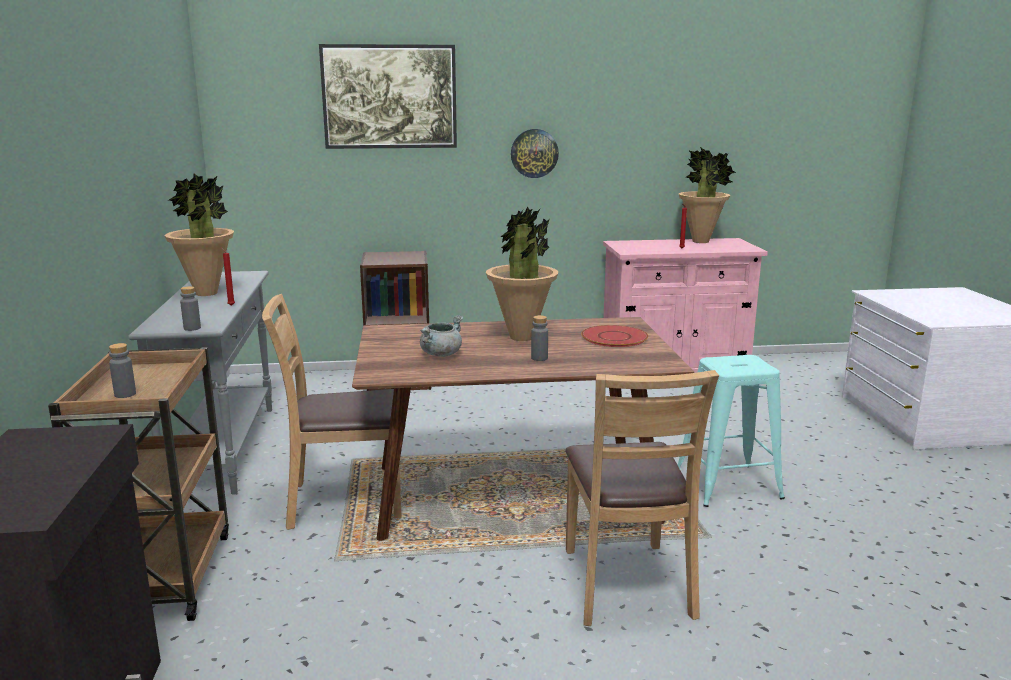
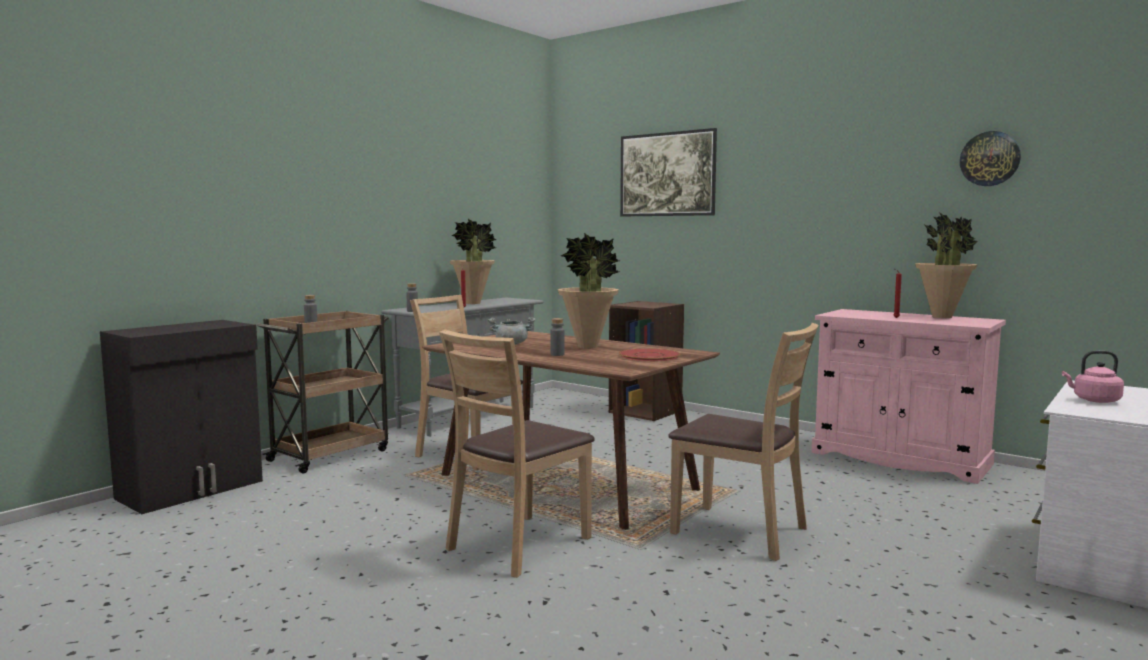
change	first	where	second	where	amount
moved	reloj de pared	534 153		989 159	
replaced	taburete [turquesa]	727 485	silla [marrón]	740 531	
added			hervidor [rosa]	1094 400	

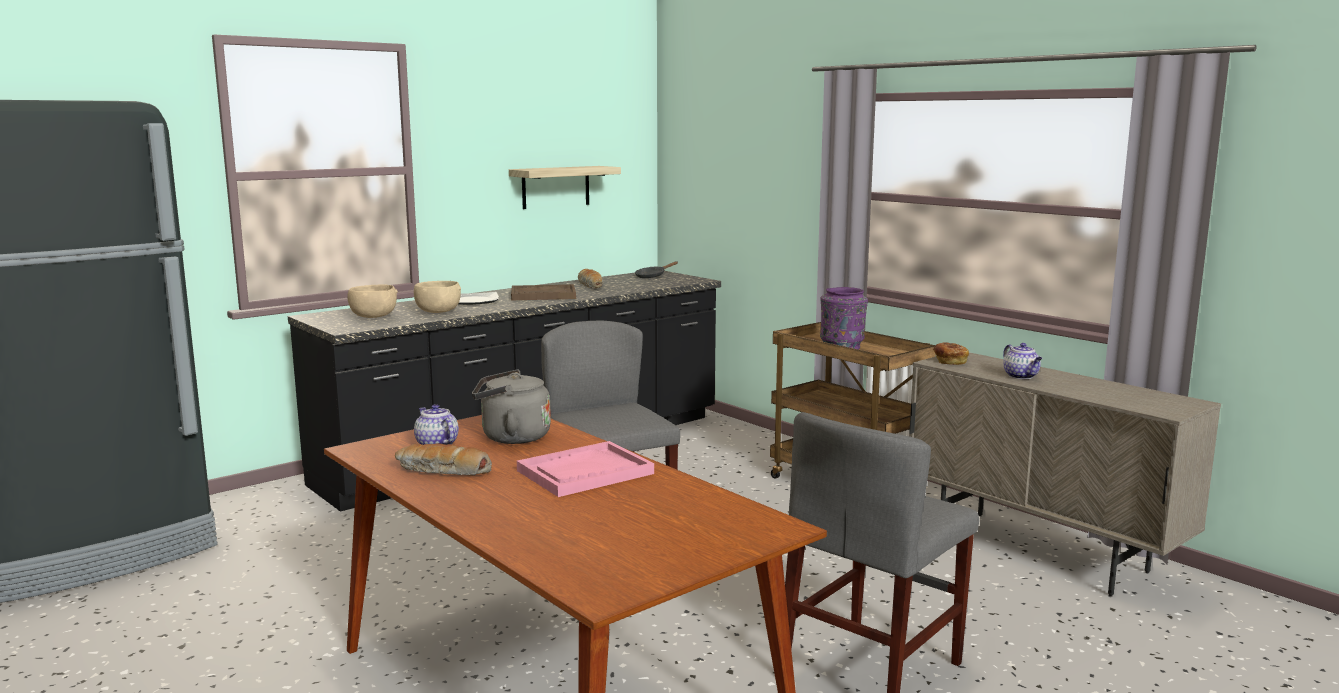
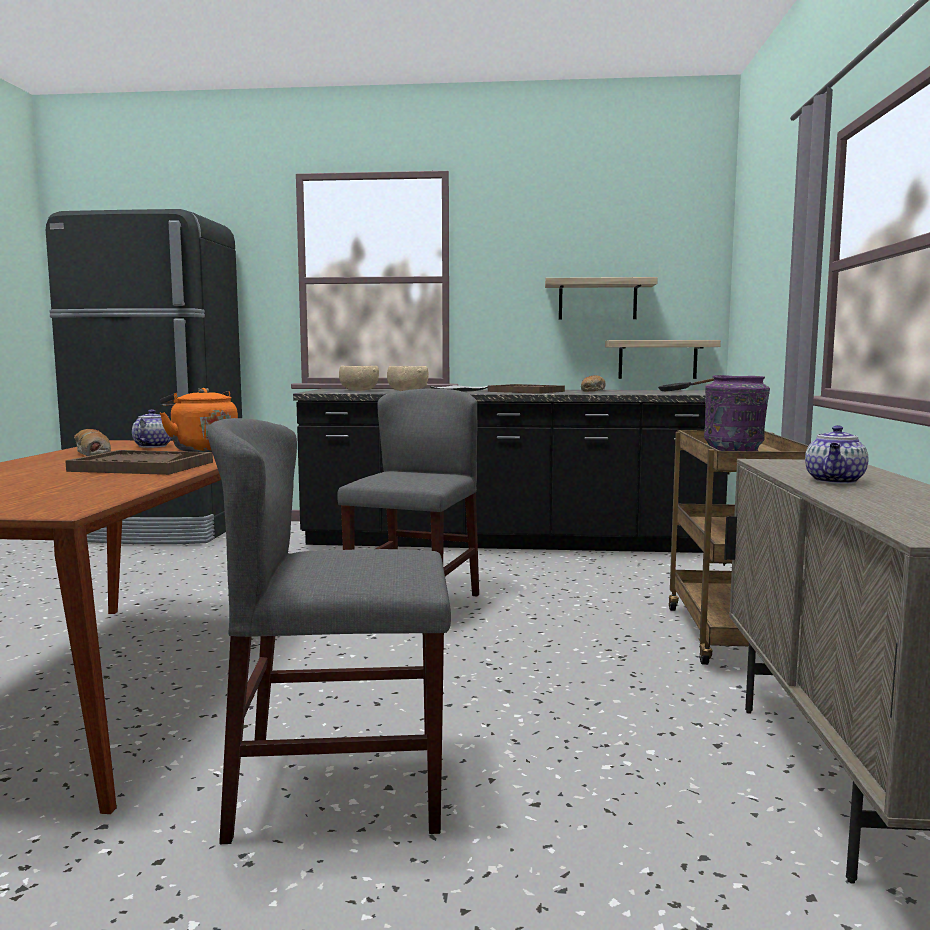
change	first	where	second	where	amount
recoloured	hervidor [gris]	511 437	hervidor [naranja]	202 449	
recoloured	bandeja [rosa]	585 472	bandeja [marrón]	142 467	
removed	pan	949 361			
added			estante	657 359	

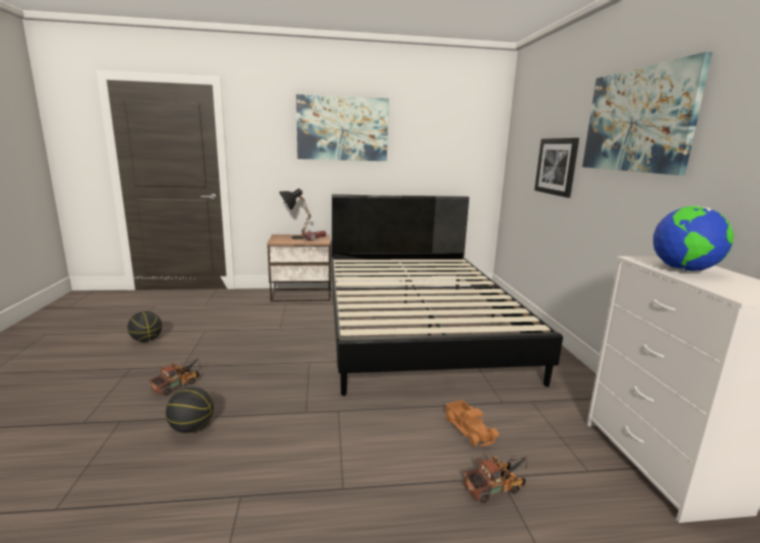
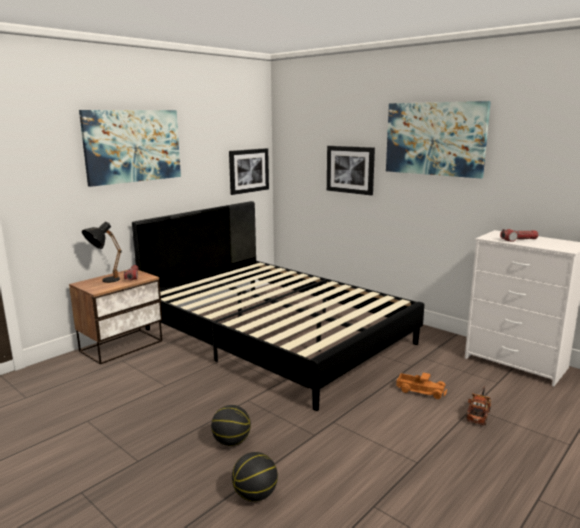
change	first	where	second	where	amount
moved	balón de baloncesto	147 340		231 441	
removed	camión de juguete	179 384			
replaced	globo terráqueo	684 270	linterna	518 240	
added			cuadro	248 170	

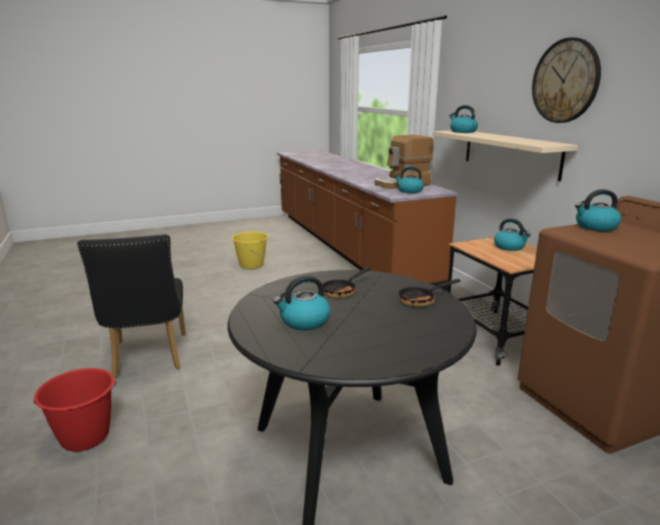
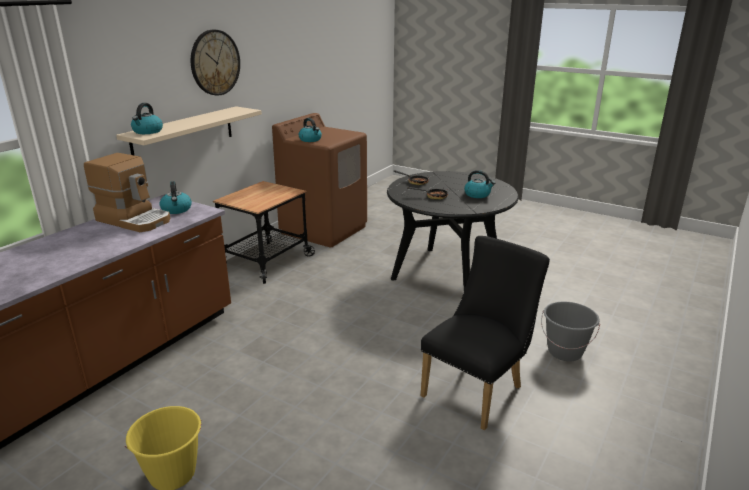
change	first	where	second	where	amount
recoloured	cubo [rojo]	85 437	cubo [gris]	565 352	
removed	hervidor	510 247			

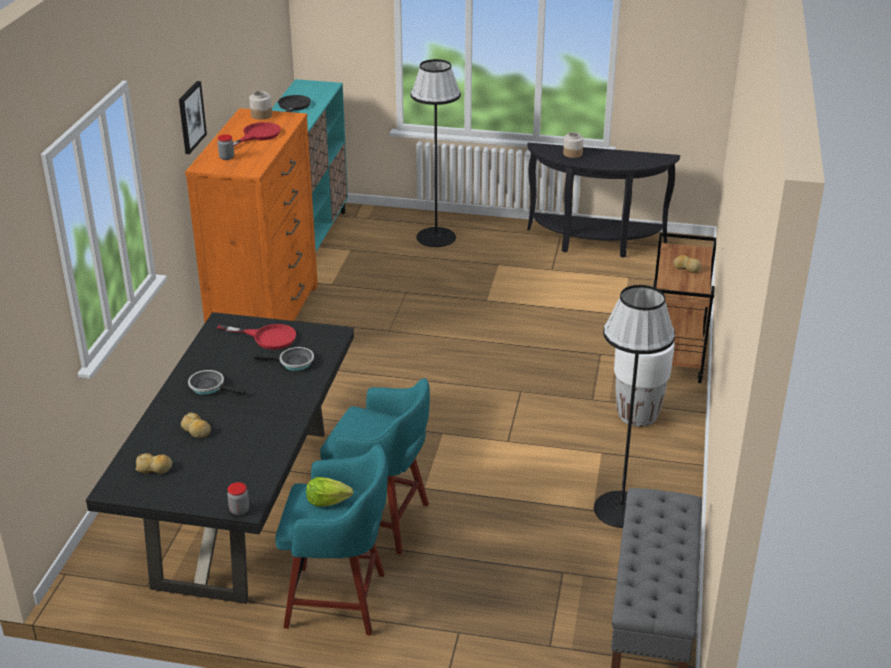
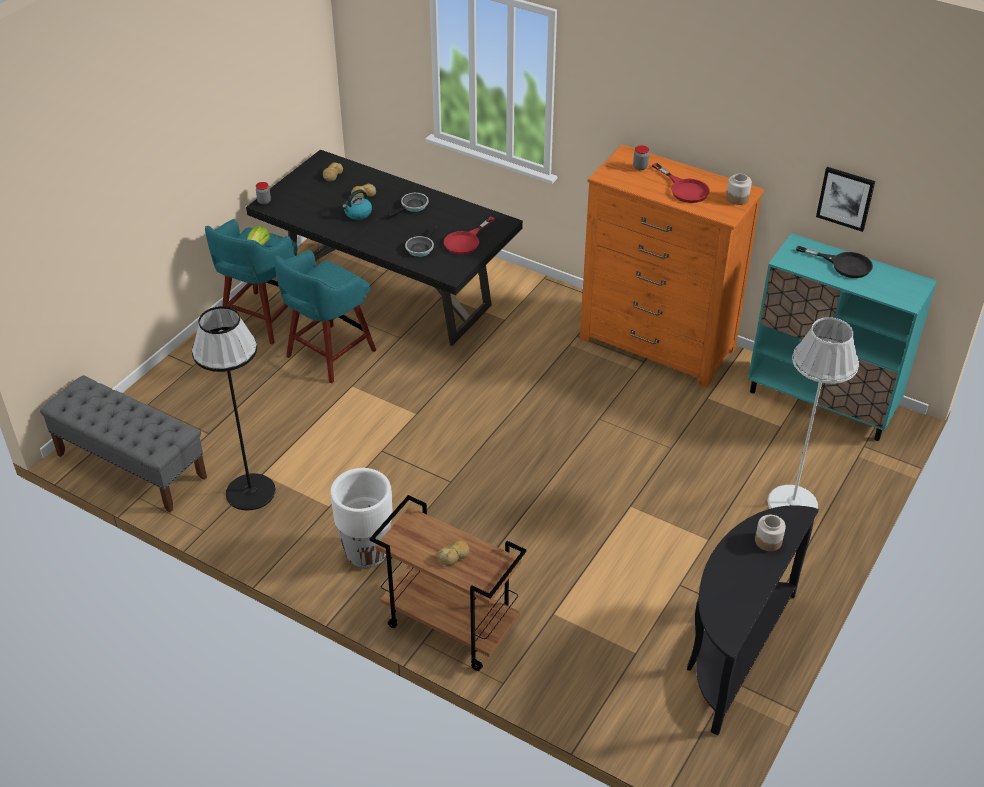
change	first	where	second	where	amount
moved	cuadro	191 117		845 198	
recoloured	lámpara de pie [negro]	436 237	lámpara de pie [blanco]	793 503	
added			hervidor	358 213	

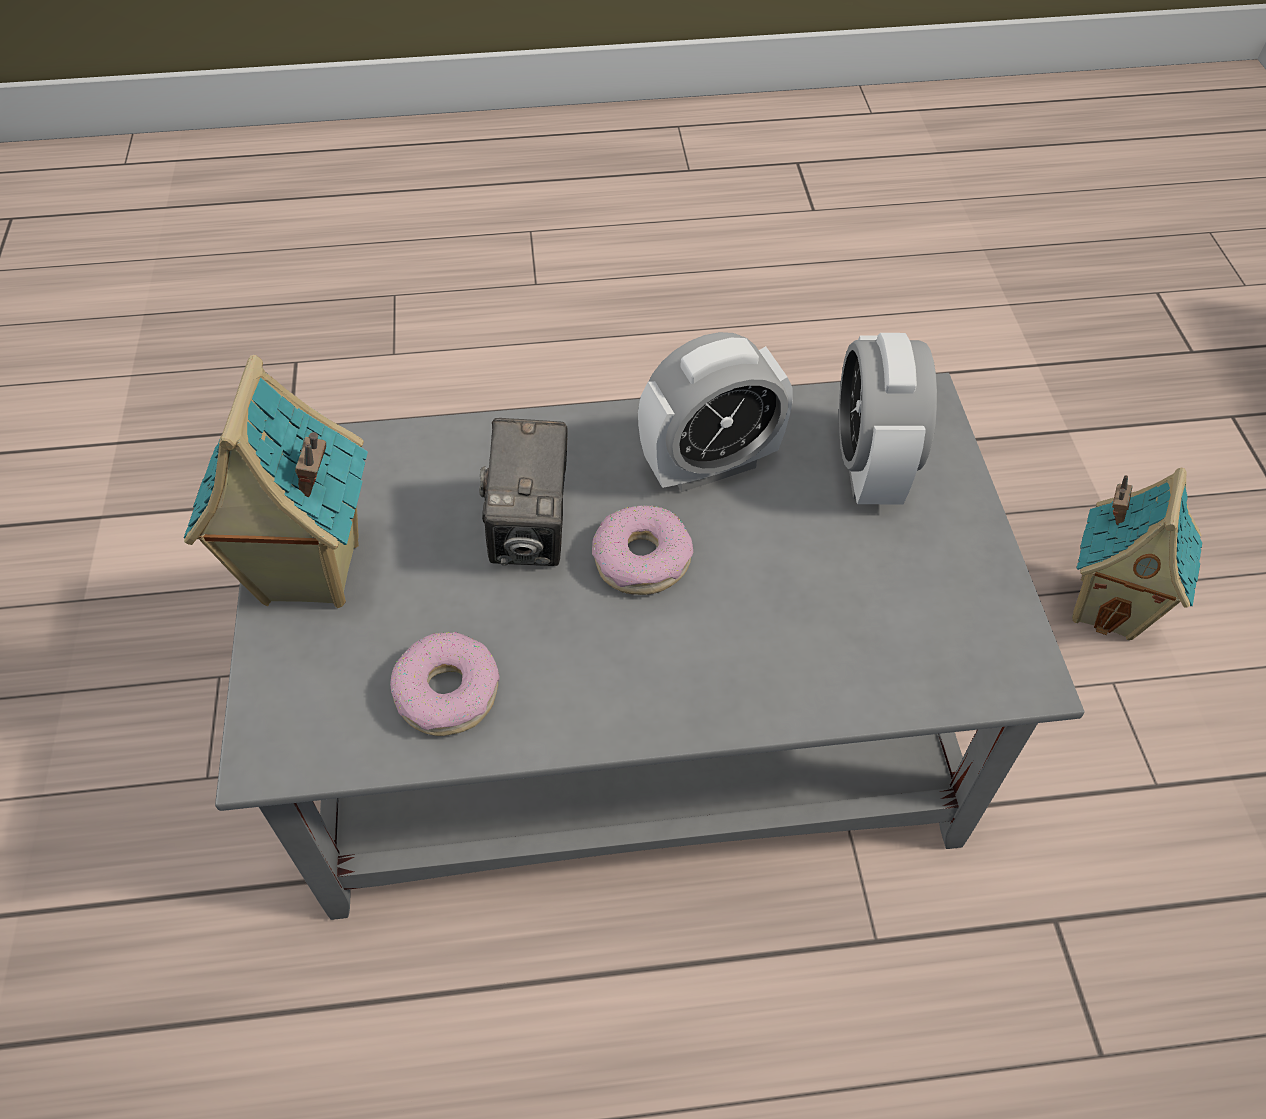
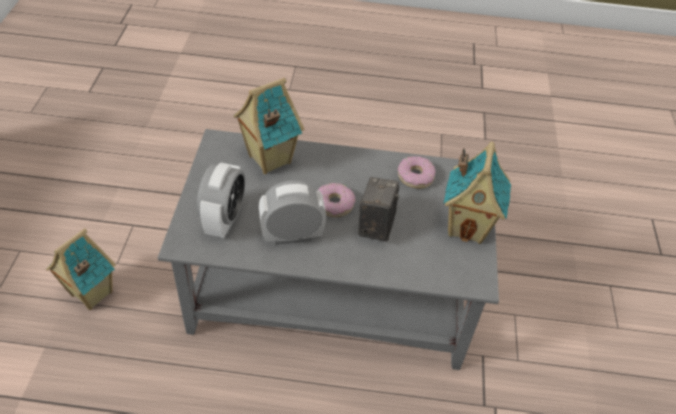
change	first	where	second	where	amount
added			casita	268 159	

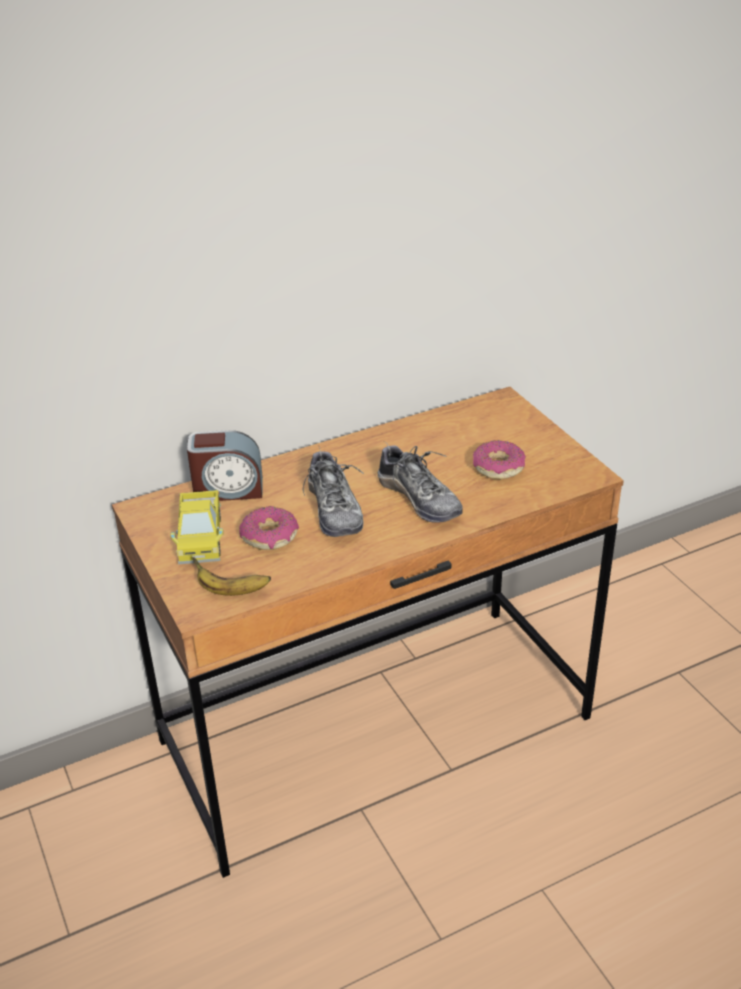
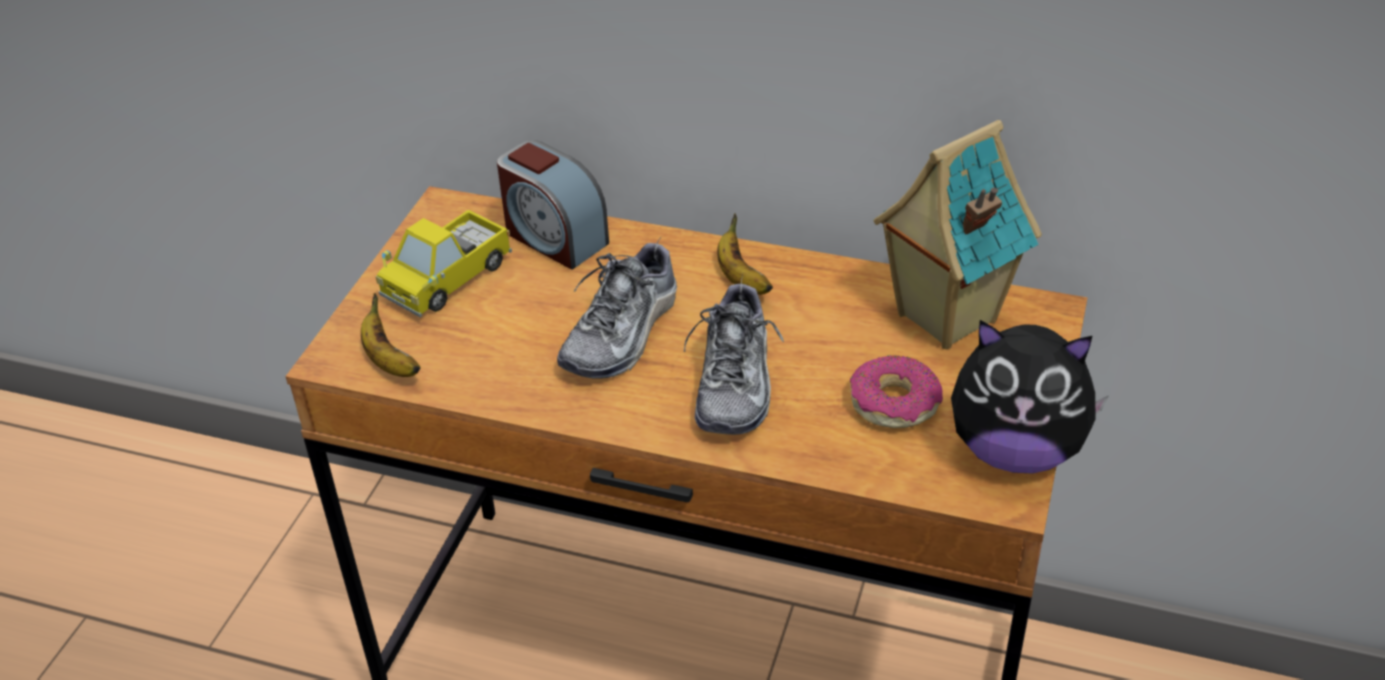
change	first	where	second	where	amount
removed	rosquilla	270 537			
added			plátano	740 278	
added			casita	943 318	
added			peluche	1015 450	

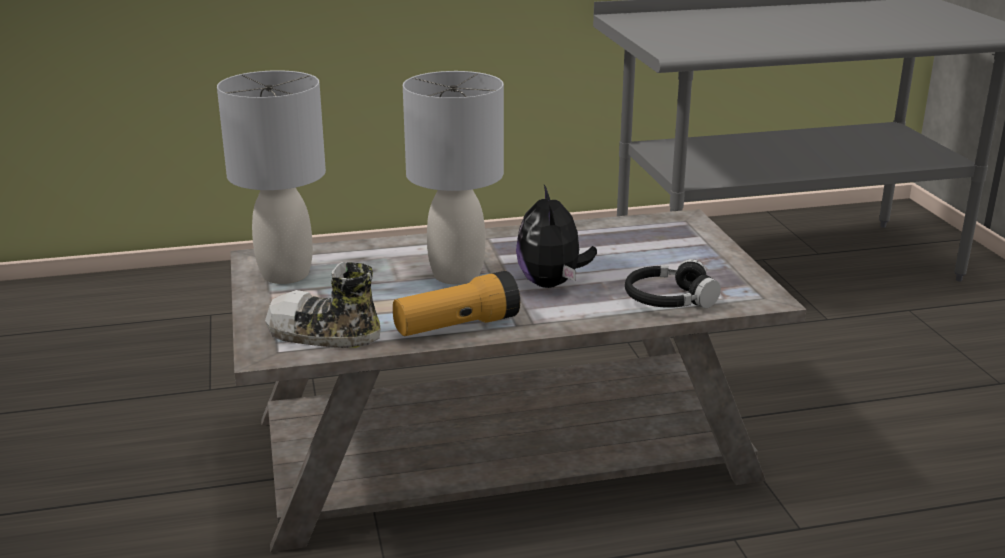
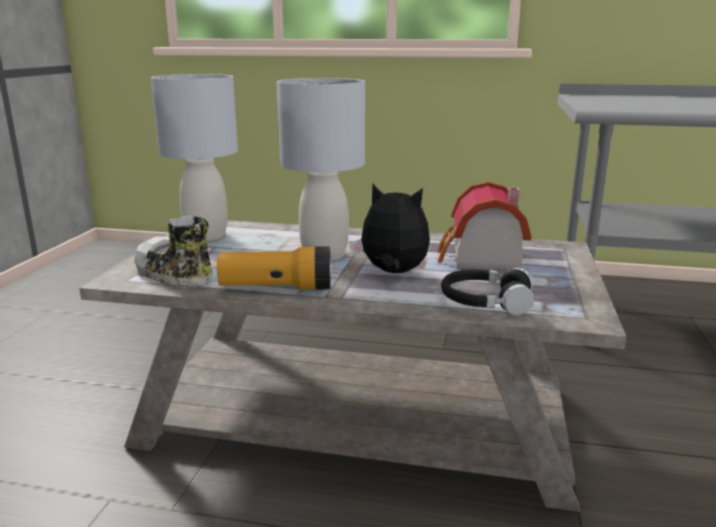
change	first	where	second	where	amount
turned	peluche	552 284		393 273	90 degrees clockwise
added			casita	480 258	

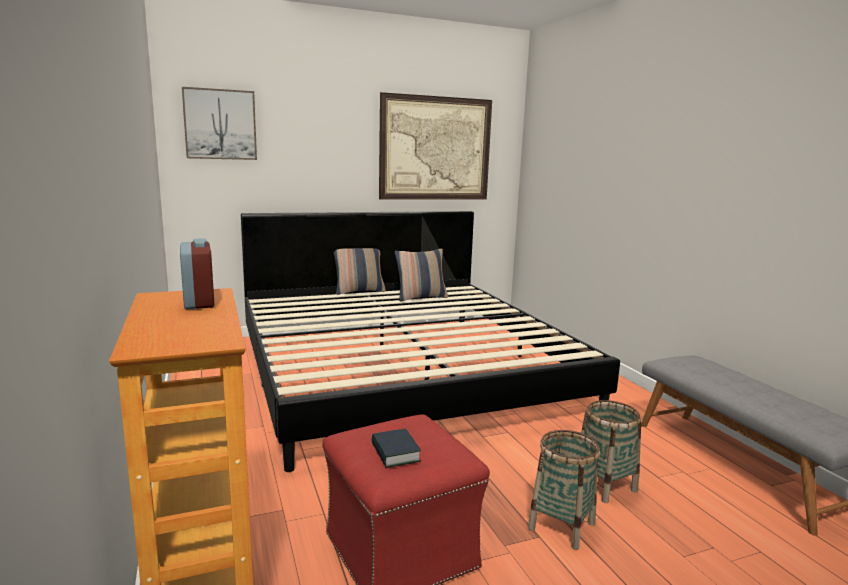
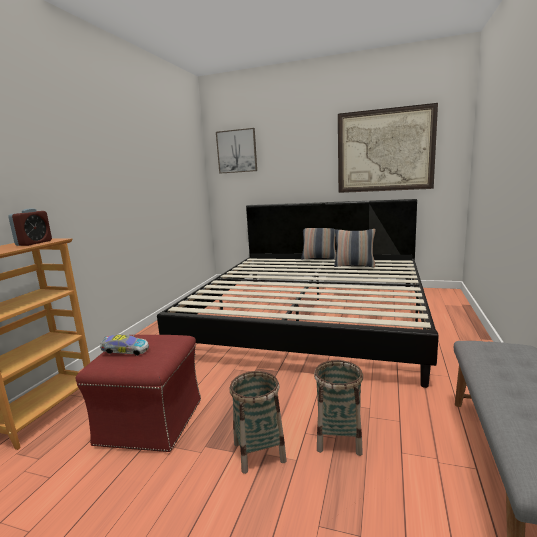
change	first	where	second	where	amount
replaced	libro	395 453	coche de juguete	125 352	

